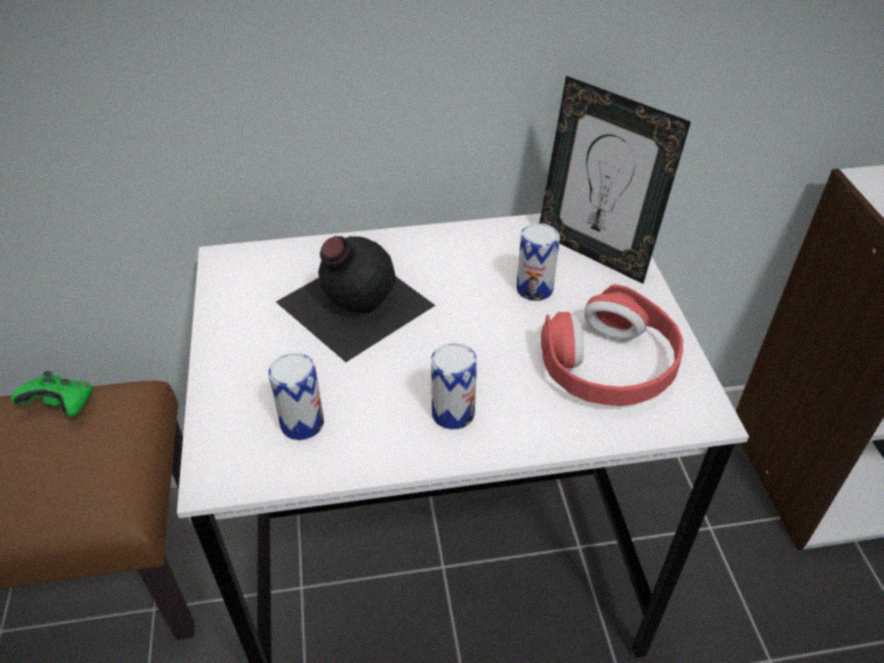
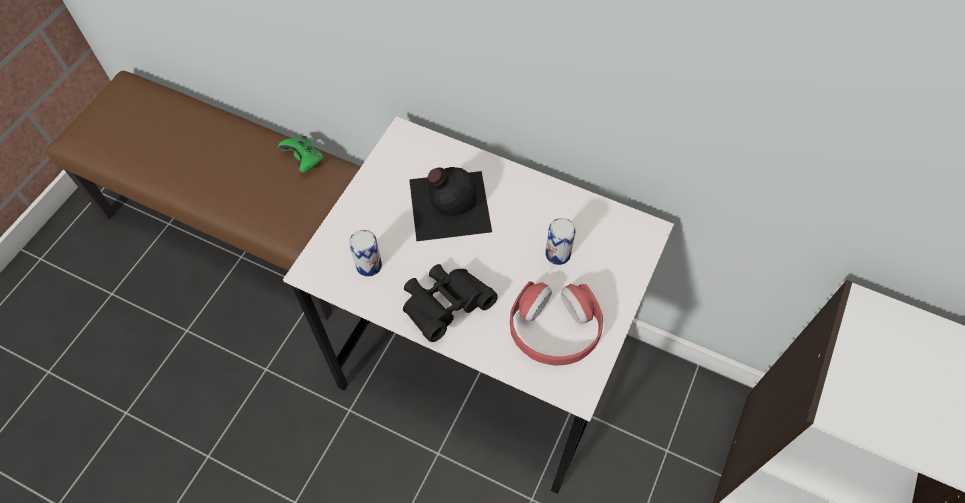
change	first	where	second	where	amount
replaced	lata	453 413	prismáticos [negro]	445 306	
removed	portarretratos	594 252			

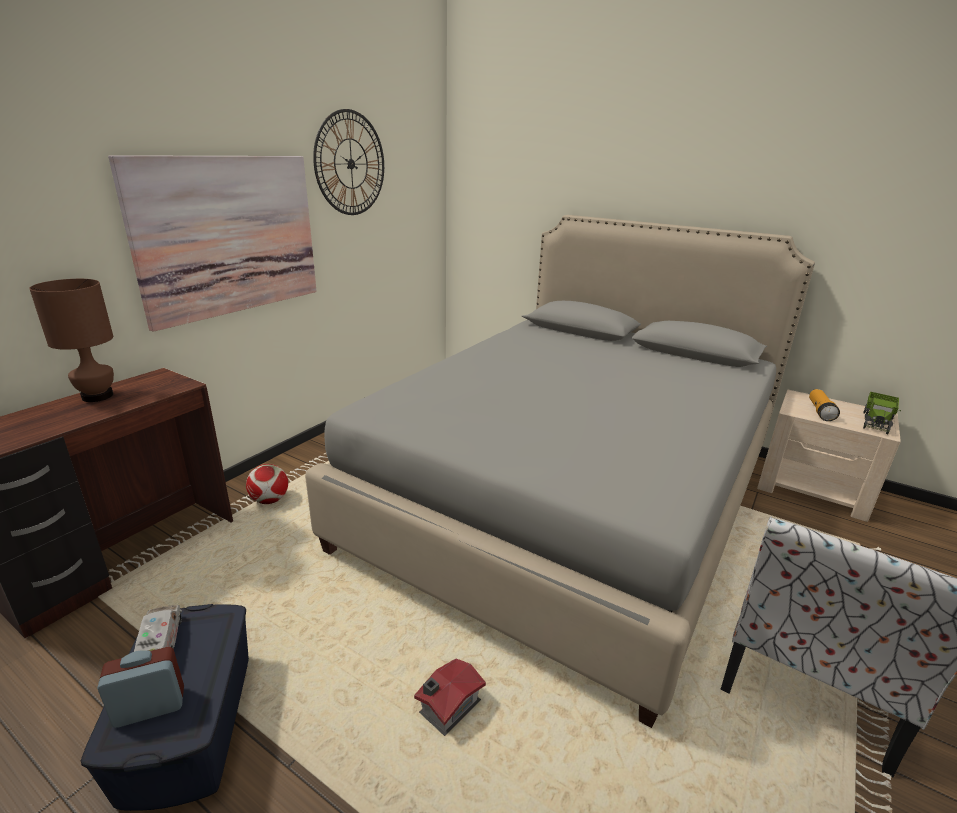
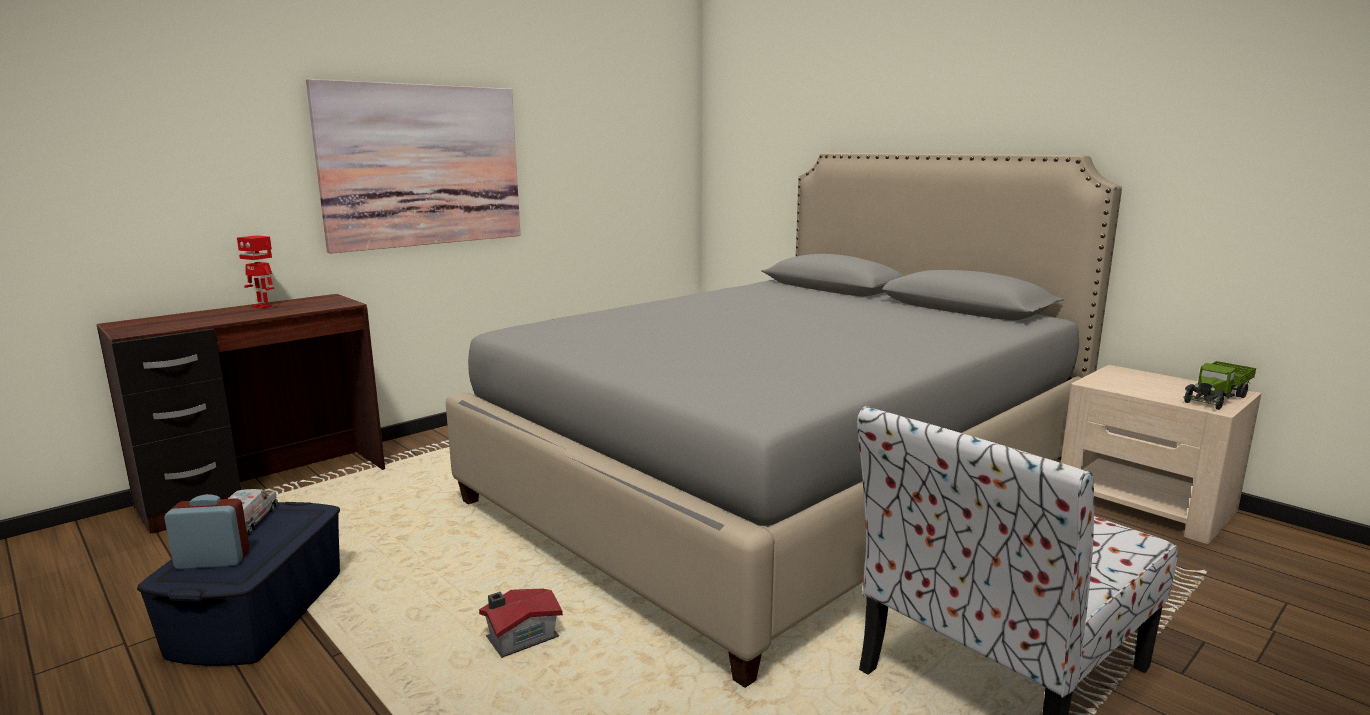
change	first	where	second	where	amount
replaced	lámpara de mesa [marrón]	98 396	robot de juguete	263 307	
removed	balón de fútbol	269 500			
removed	reloj de pared	350 164			
removed	linterna	820 411			

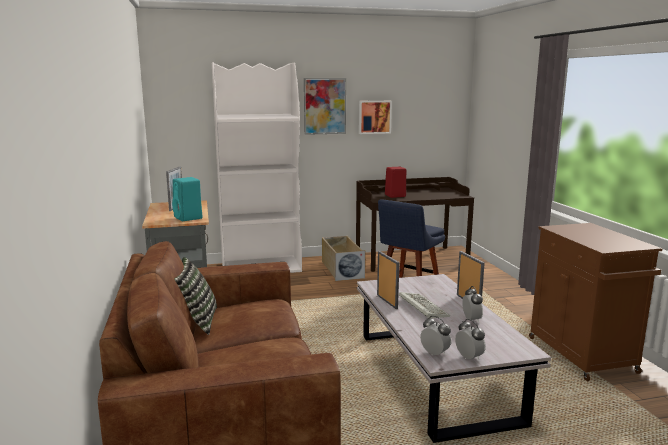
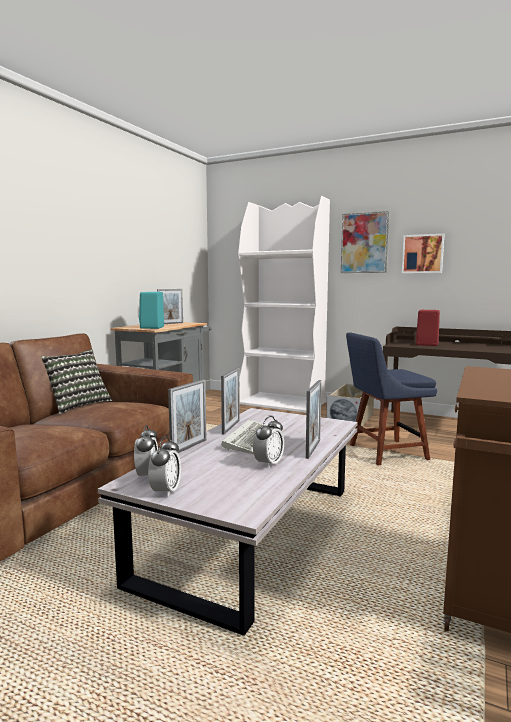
change	first	where	second	where	amount
added			portarretratos	189 447	

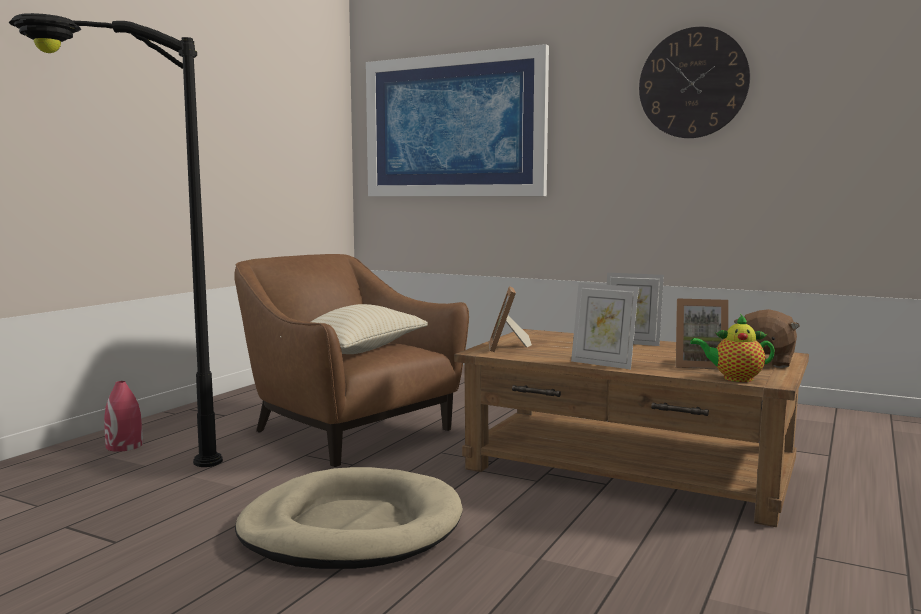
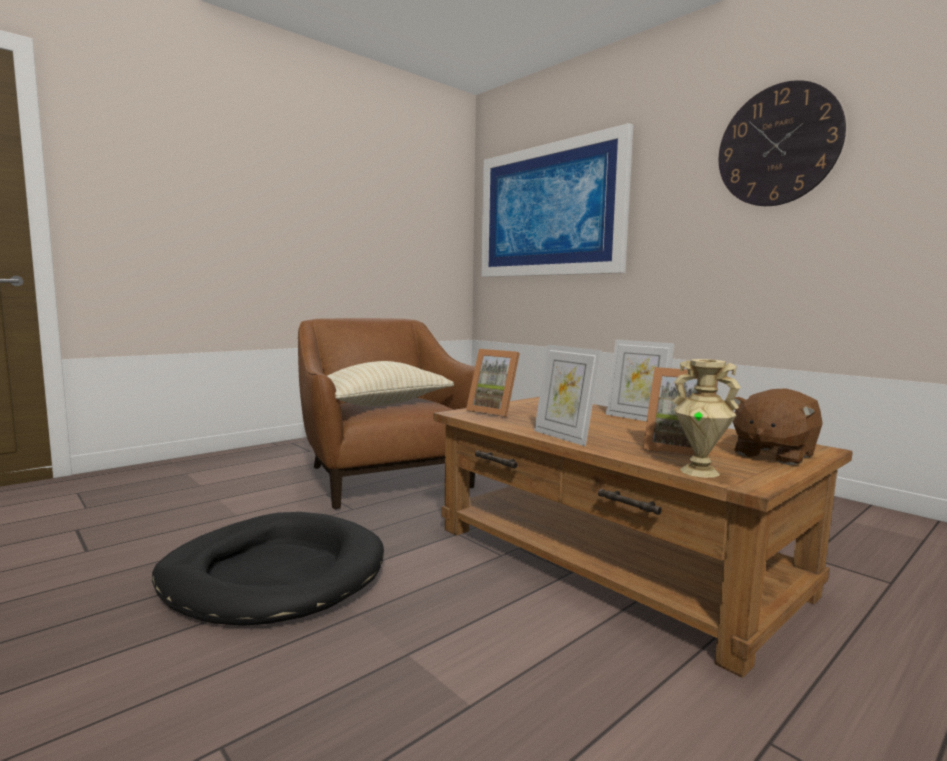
change	first	where	second	where	amount
removed	lámpara de pie [negro]	116 466			
removed	florero [rojo]	124 446			
recoloured	cama para perro [beis]	351 527	cama para perro [negro]	274 574	
turned	portarretratos	507 348		495 411	75 degrees counterclockwise
replaced	tetera	734 378	florero [beis]	700 471	

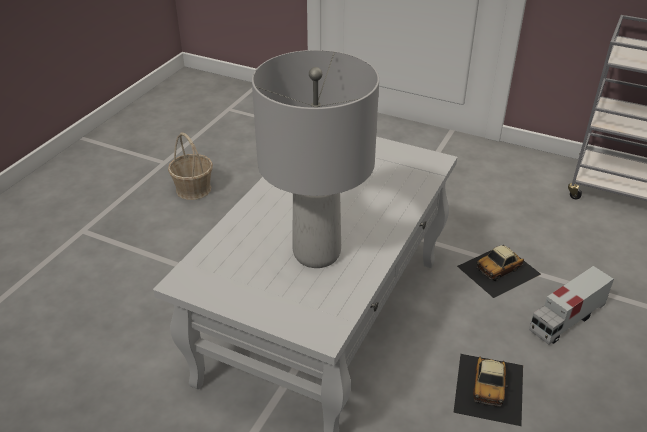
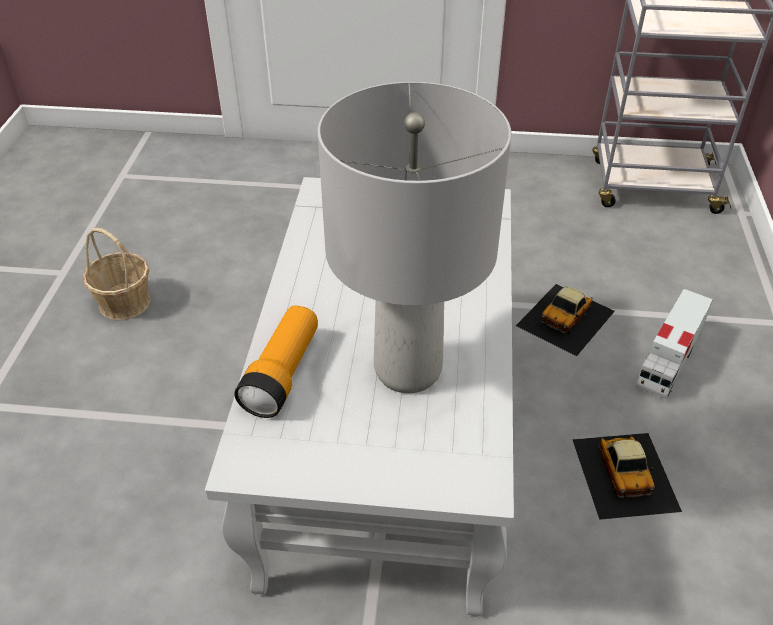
change	first	where	second	where	amount
added			linterna	282 374	

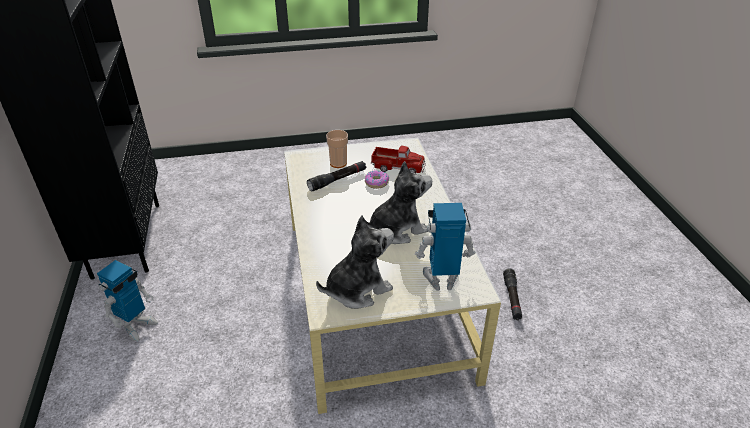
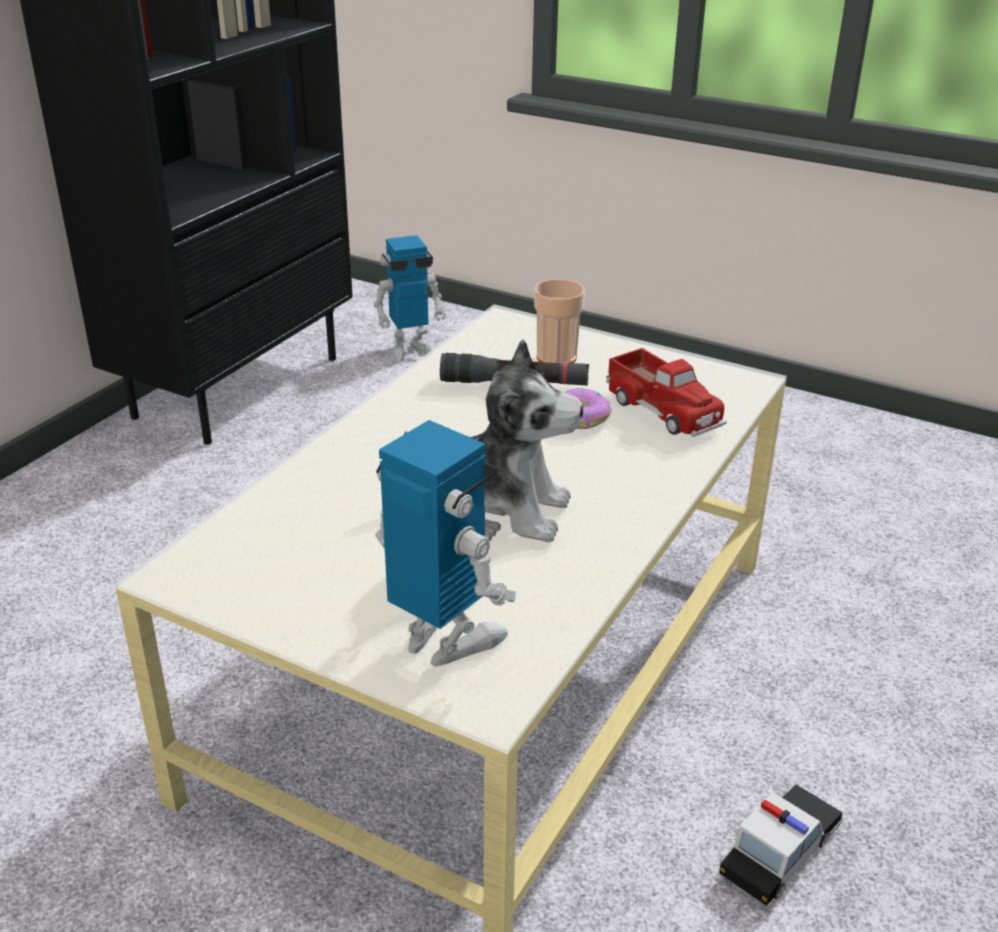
change	first	where	second	where	amount
moved	robot de juguete	137 326		411 349	
removed	peluche	357 289			
replaced	linterna [negro]	512 298	coche de juguete	780 851	

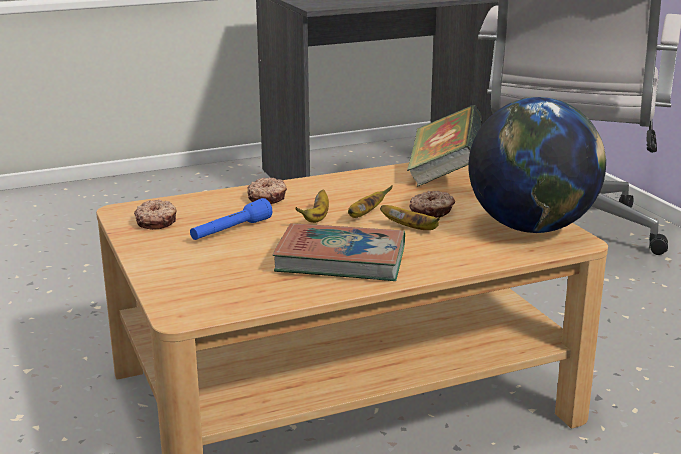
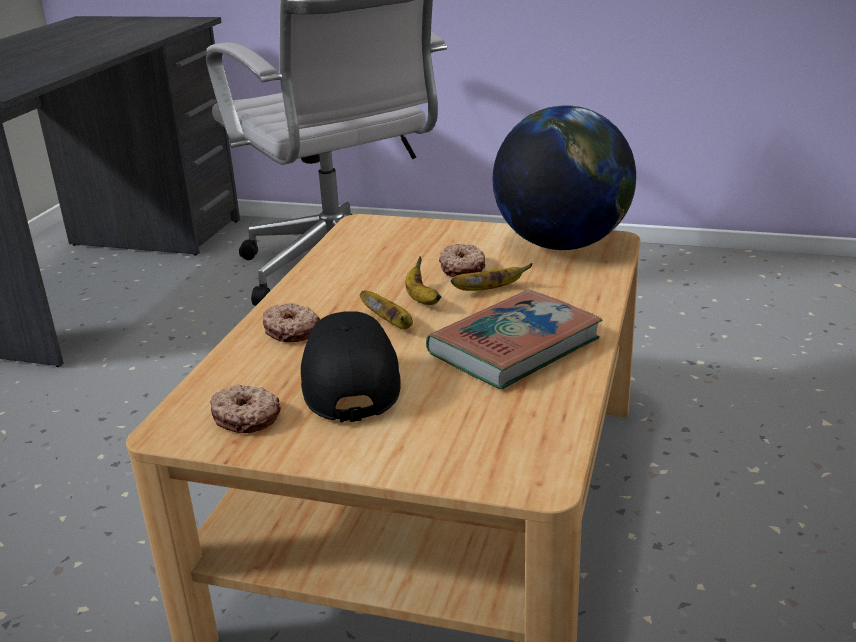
change	first	where	second	where	amount
replaced	linterna [azul]	231 231	gorra [negro]	350 380	
removed	libro	444 174			

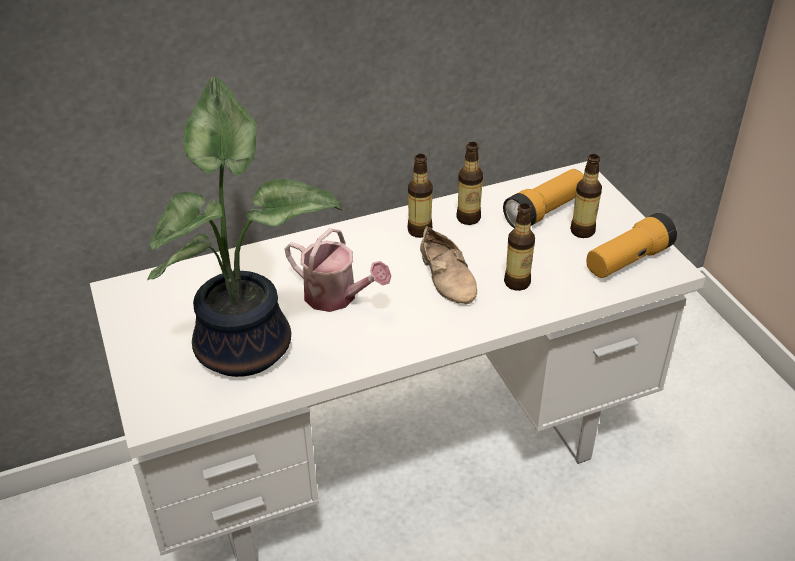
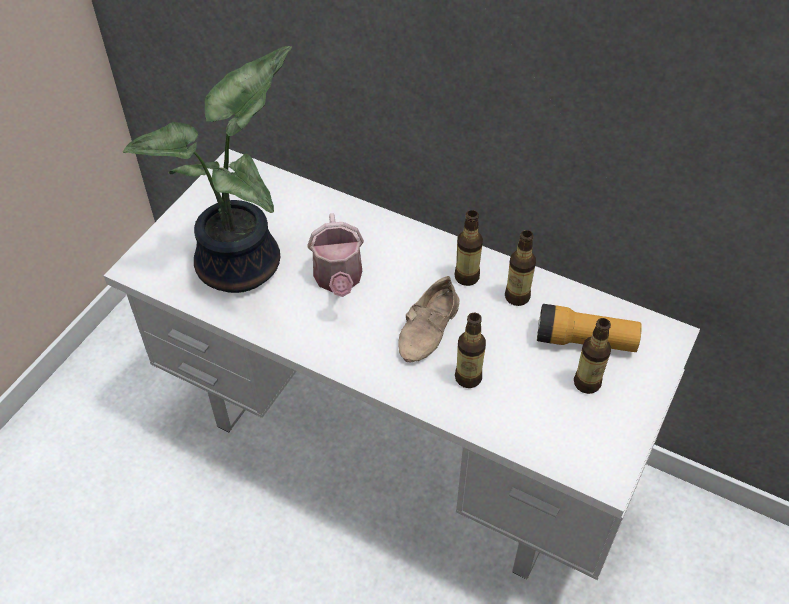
change	first	where	second	where	amount
removed	linterna	628 260			

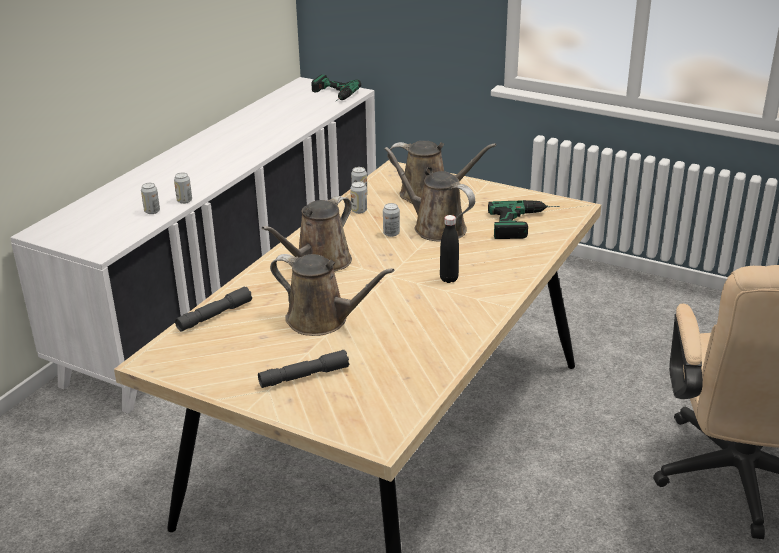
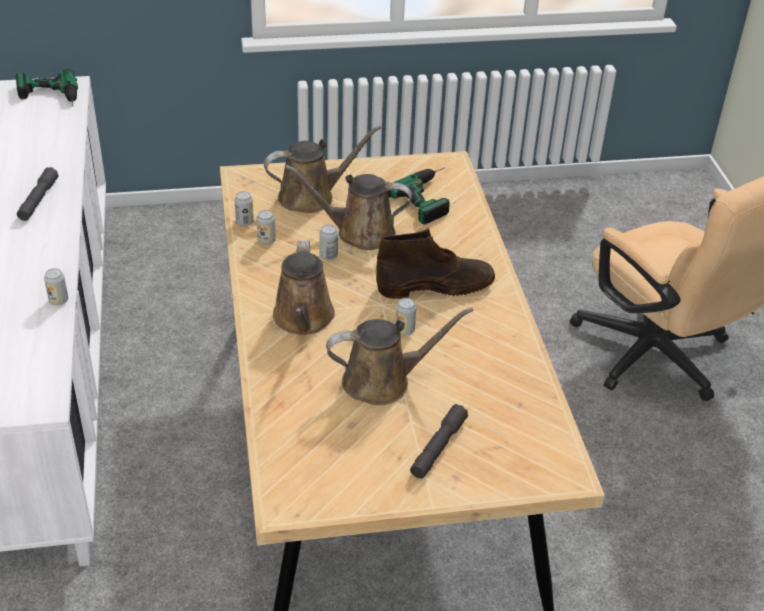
change	first	where	second	where	amount
moved	lata	152 211		404 330	
moved	linterna [gris]	214 316		38 200	
replaced	botella [negro]	449 279	bota [marrón]	436 285	

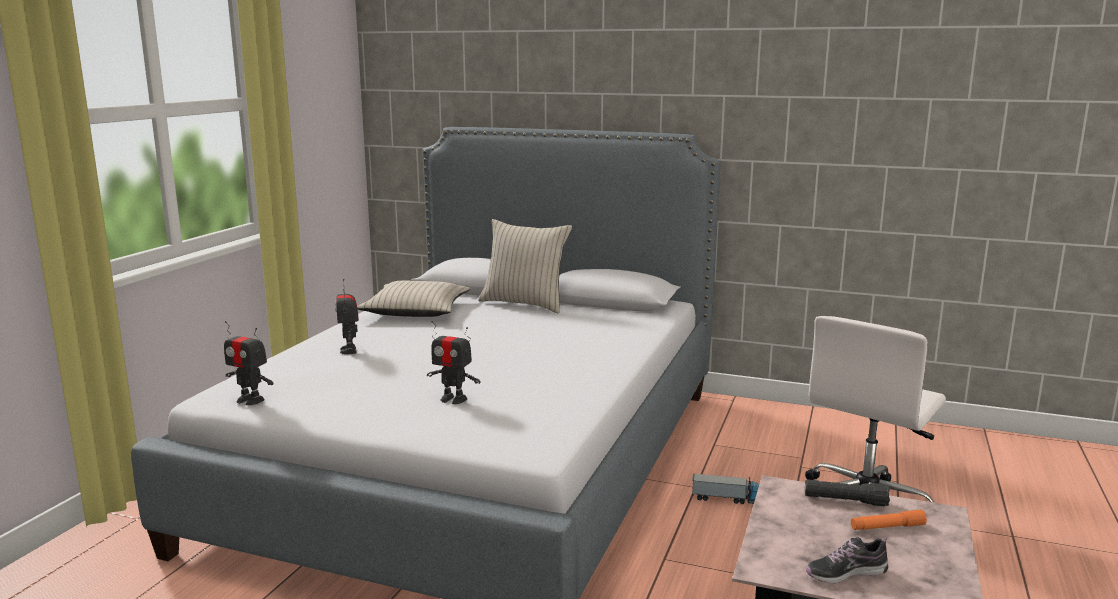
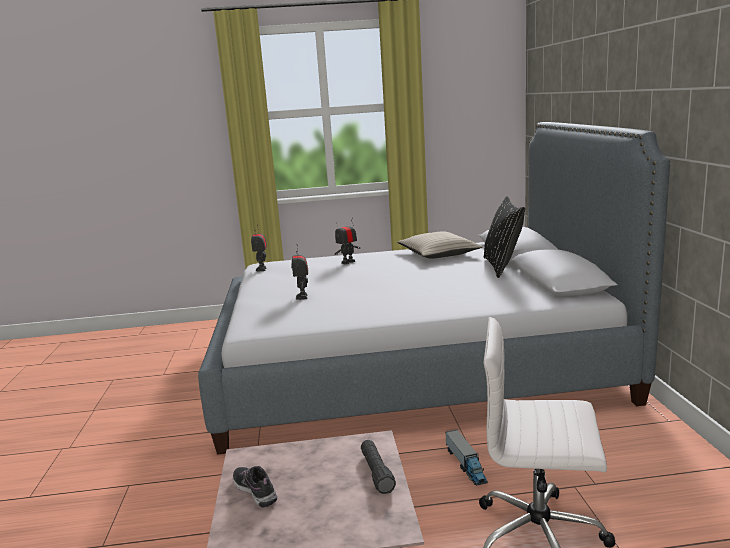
change	first	where	second	where	amount
recoloured	cojín [beis]	524 303	cojín [negro]	502 267	
removed	linterna [naranja]	887 527			

